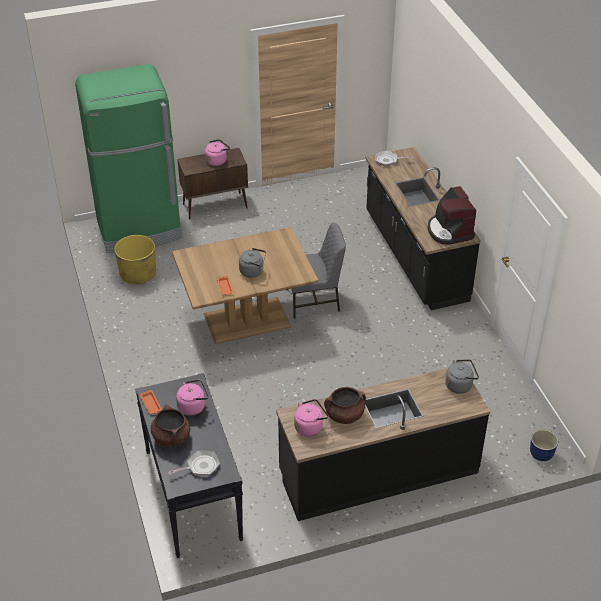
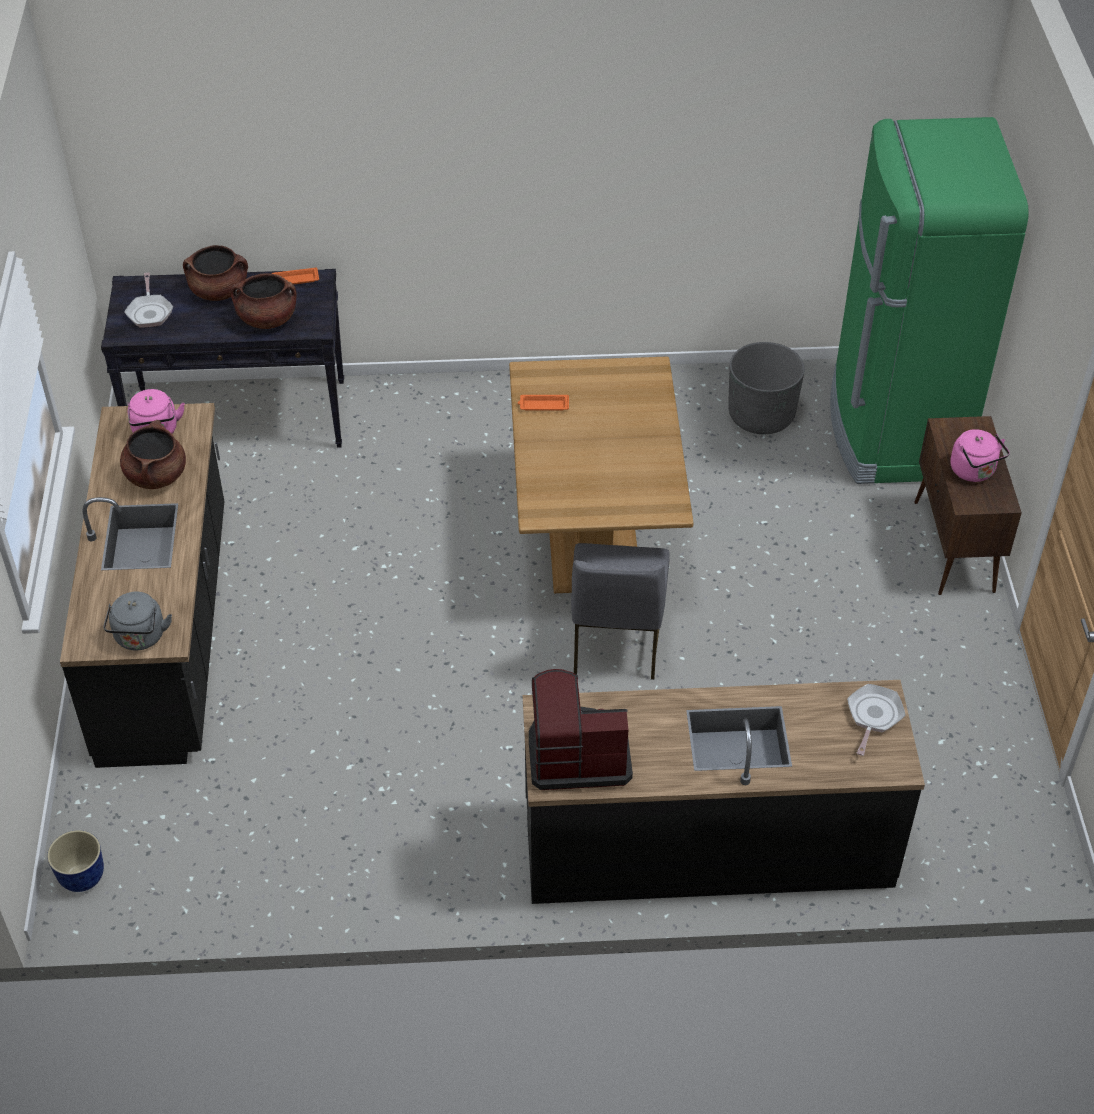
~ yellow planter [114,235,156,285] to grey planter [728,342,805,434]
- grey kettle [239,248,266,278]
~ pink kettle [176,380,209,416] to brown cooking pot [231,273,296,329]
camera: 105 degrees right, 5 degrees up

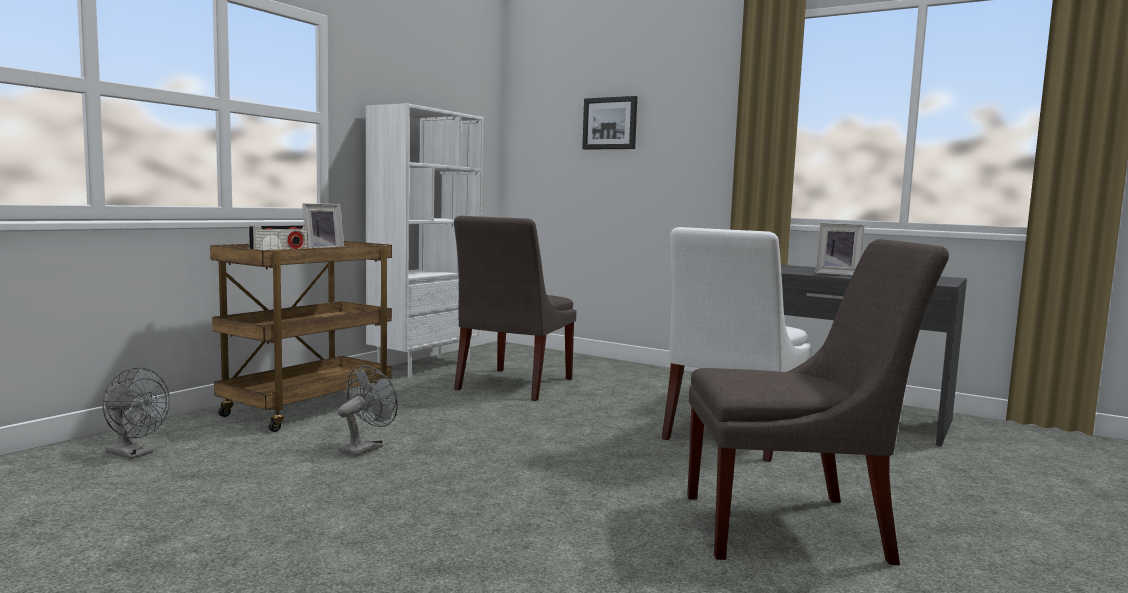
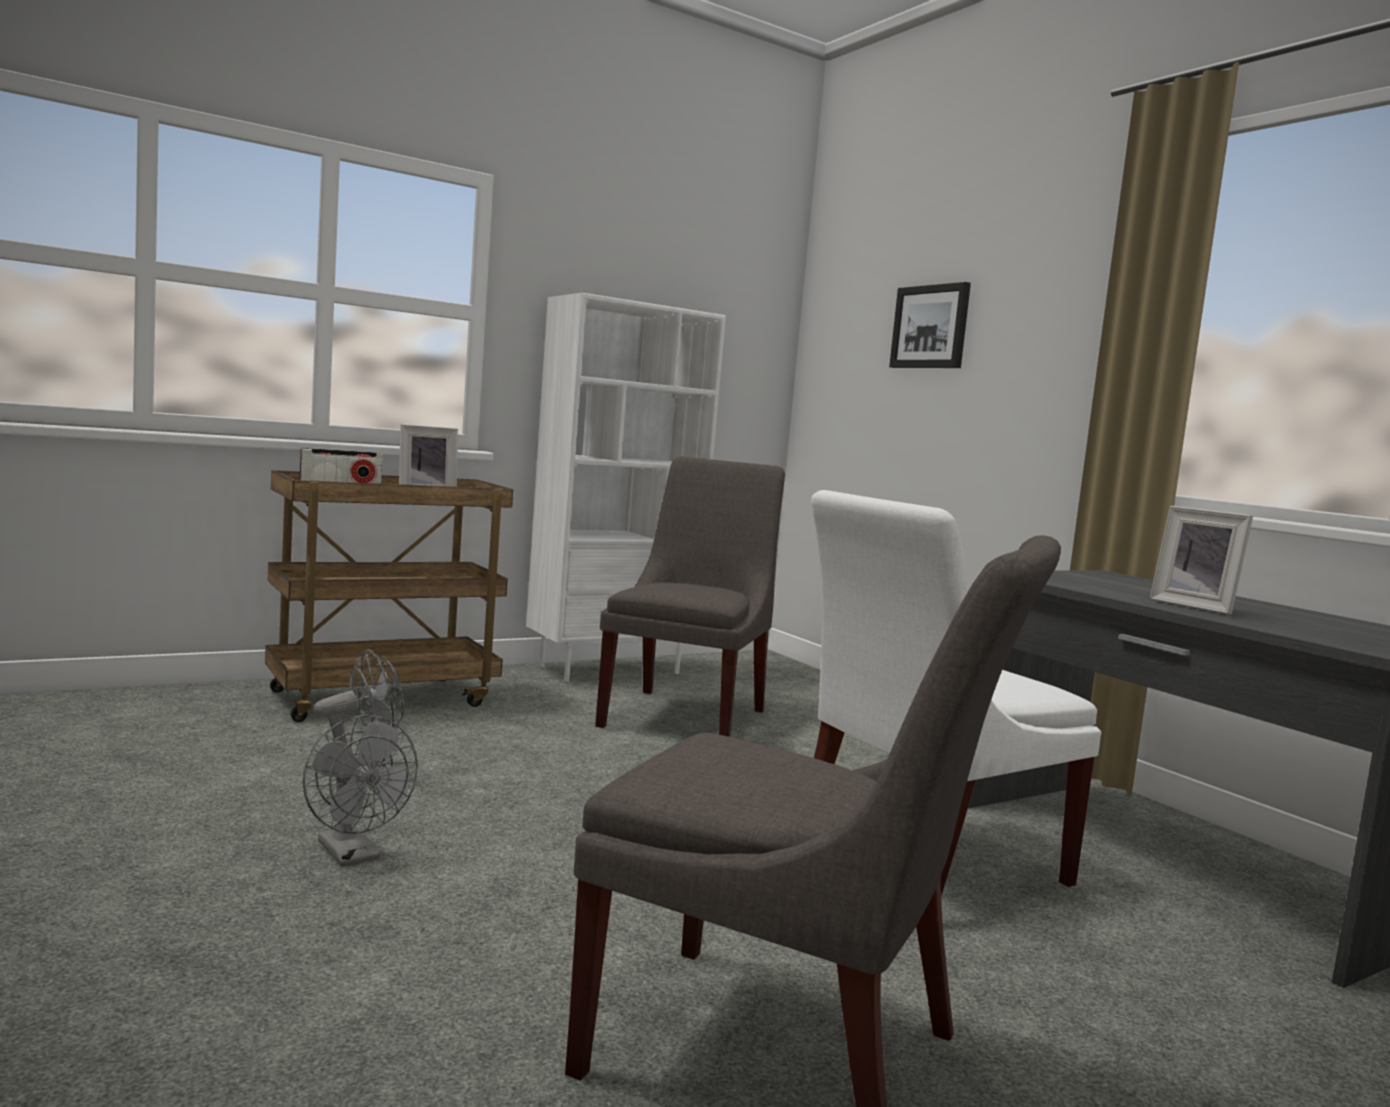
~ grey chair [454,216,576,401] = [595,457,785,737] 150 degrees clockwise
~ grey fan [102,367,170,459] to [303,715,418,867]
camera: 25 degrees right, 0 degrees up

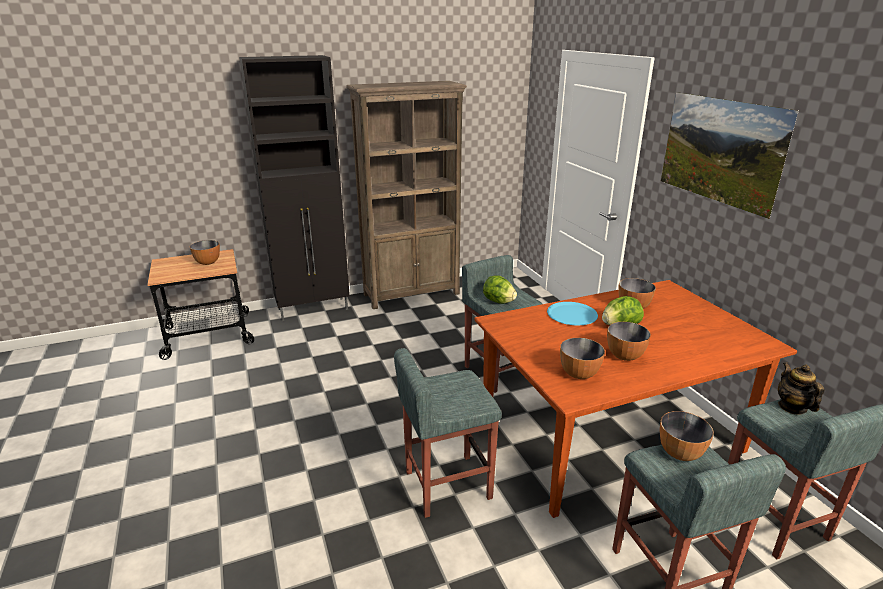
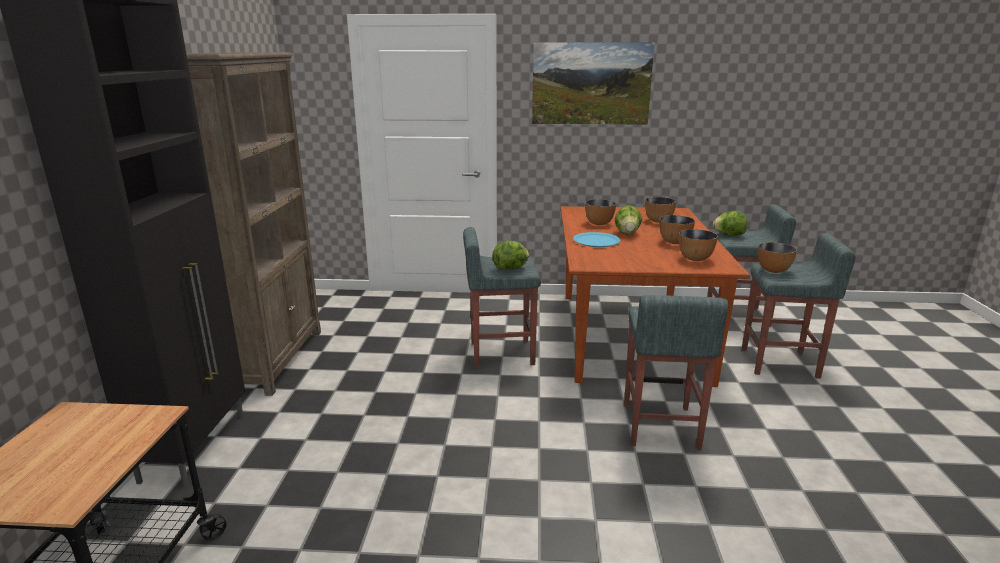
~ bowl [190,240,220,265] to [645,197,676,223]
~ teapot [778,362,824,415] to lettuce [713,211,747,235]
camera: 65 degrees left, 5 degrees down

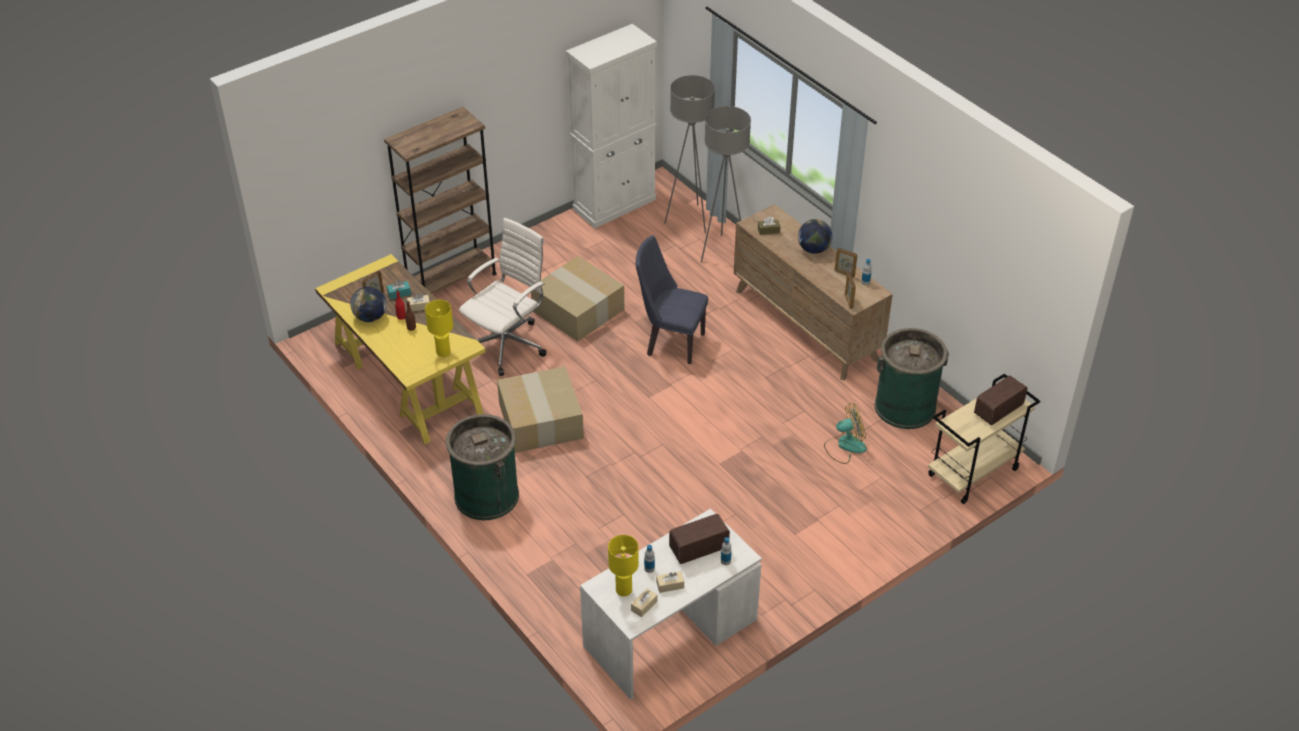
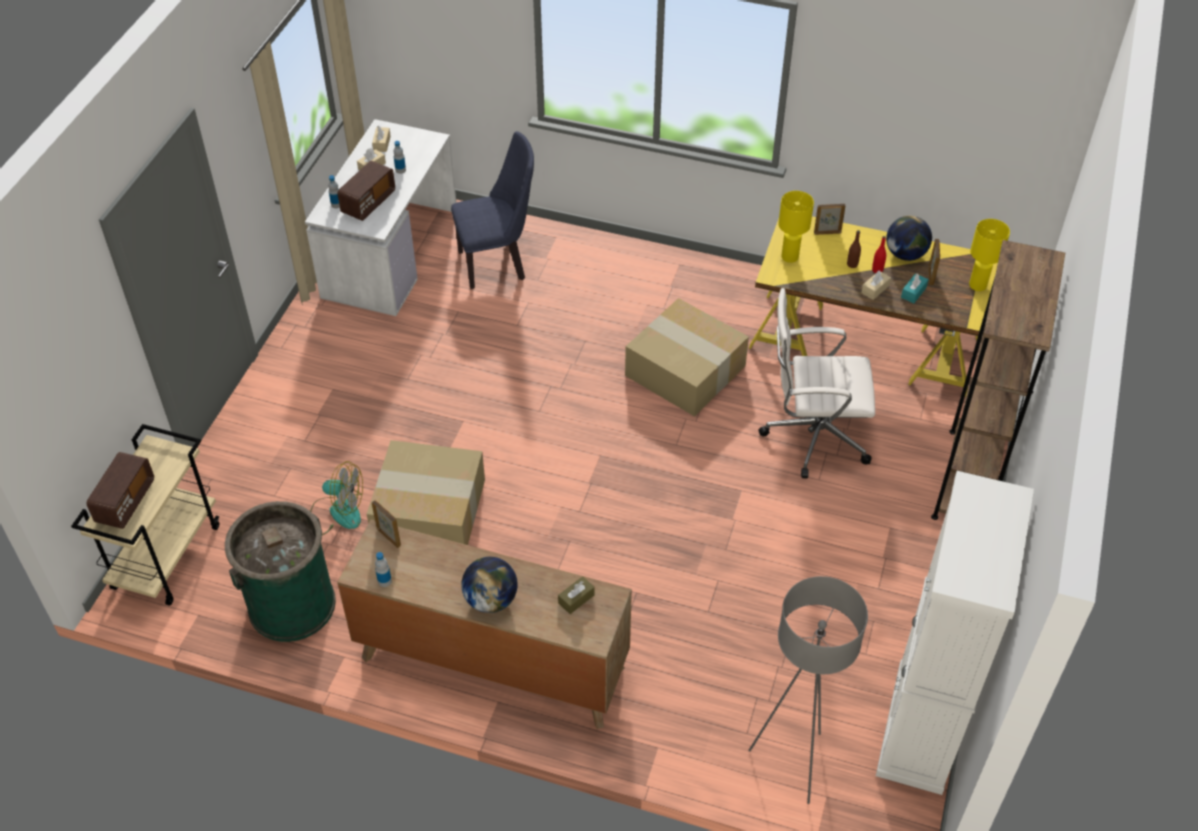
- grey floor lamp [701,106,751,262]
~ white office chair [459,218,546,376] = [758,288,875,478] 90 degrees clockwise
~ blue chair [636,235,708,365] to [451,131,534,289]
~ picture frame [835,247,858,278] to [814,204,845,235]
~ cardboard box [531,256,624,342] to [367,440,485,545]
~ fan [824,403,867,464] = [310,461,363,535] 120 degrees counterclockwise
- green trash can [446,414,519,520]
~ yellow table lamp [608,535,639,597] to [969,219,1010,291]
camera: 145 degrees right, 5 degrees up

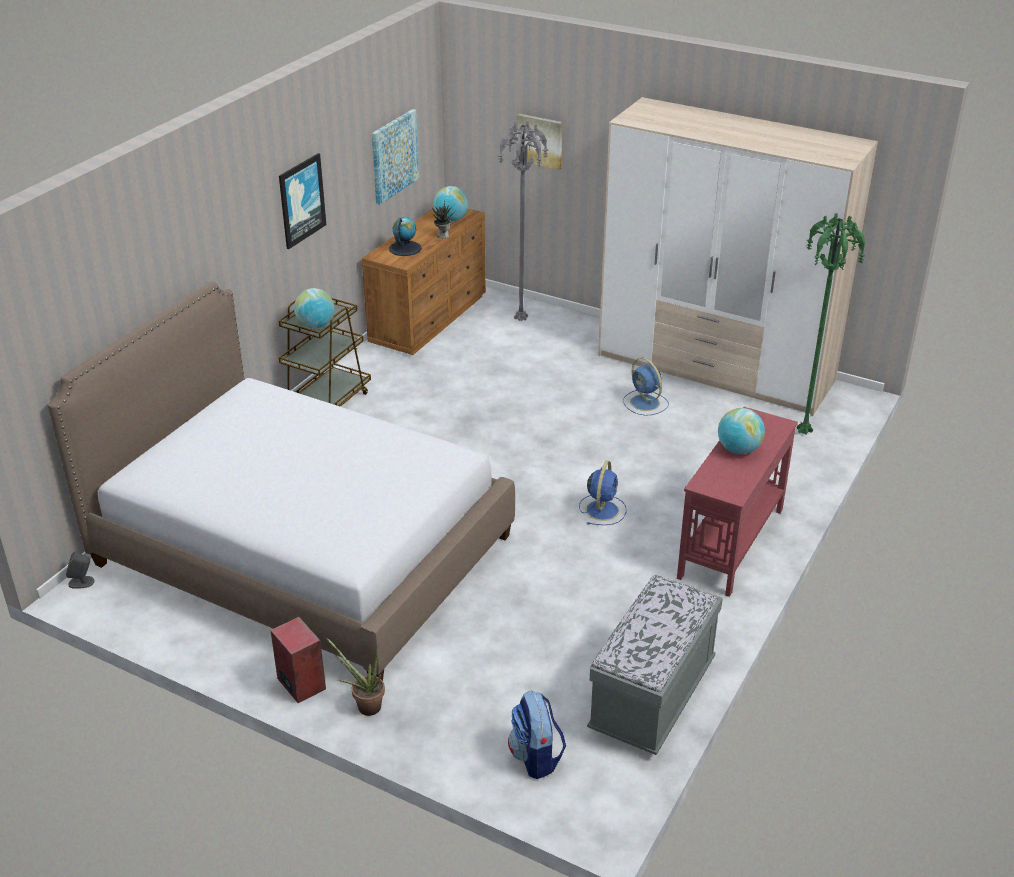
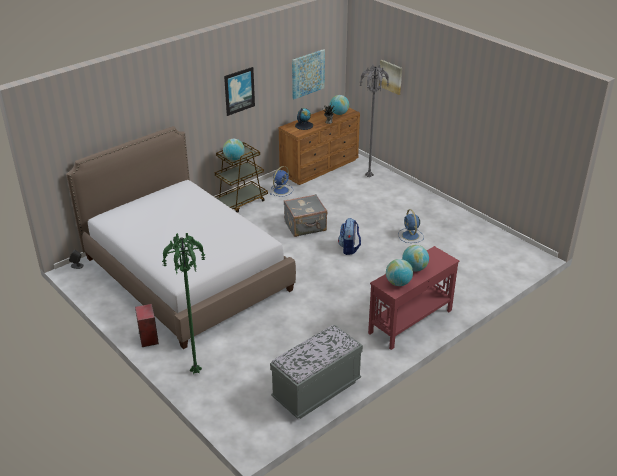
- wardrobe [598,97,878,416]
~ green floor lamp [797,213,865,434] to [162,233,206,374]
~ blue fan [579,460,627,525] to [270,166,293,197]
- potted plant [326,638,385,716]
~ backpack [508,690,566,779] to [338,218,361,255]
+ grey suitcase [284,194,327,237]
+ globe [386,259,413,286]
camera: 20 degrees right, 0 degrees up

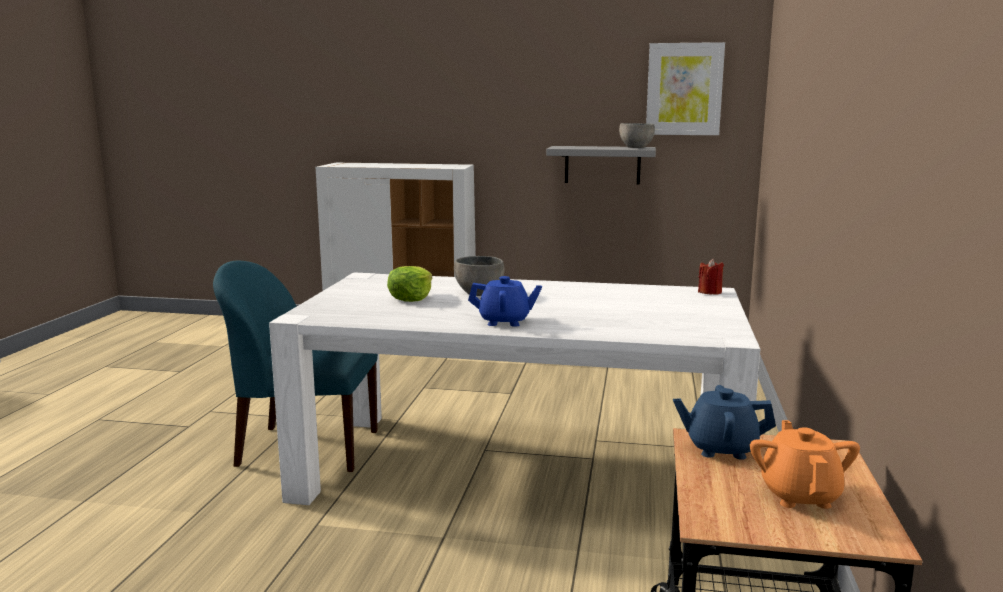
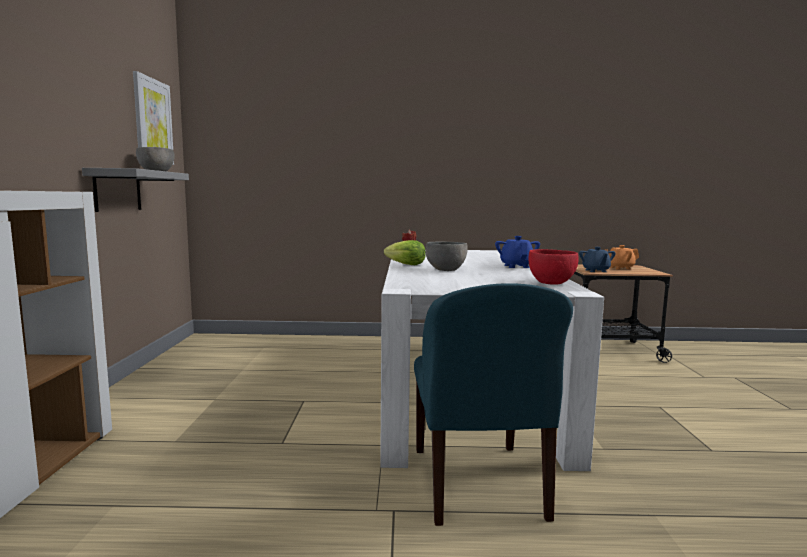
~ lettuce [387,266,432,302] to [384,240,426,265]
+ red bowl [529,249,579,284]
camera: 100 degrees left, 5 degrees down

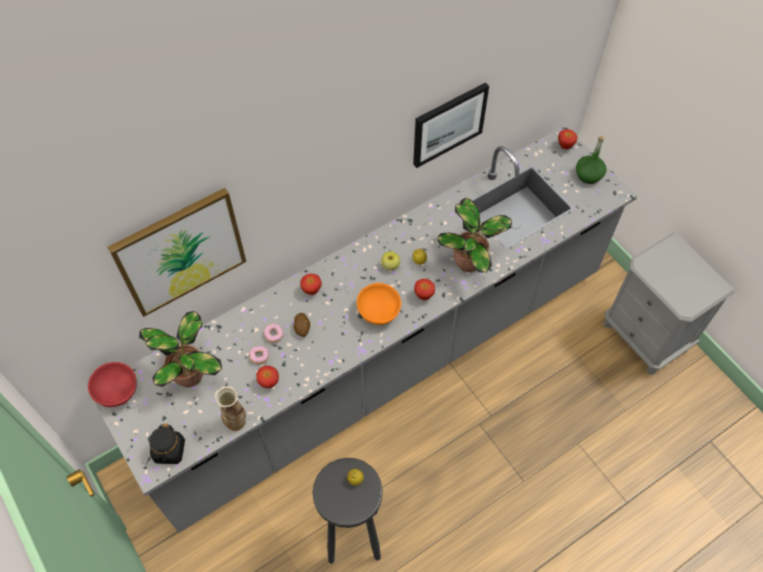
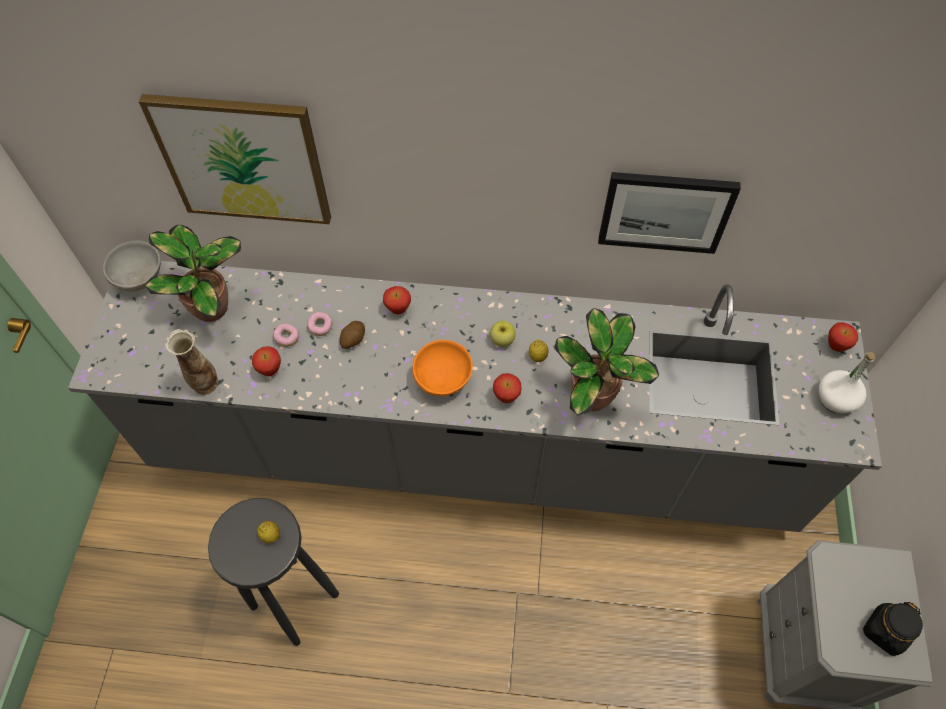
~ green bottle [576,136,606,184] to white bottle [819,352,875,414]
~ red bowl [88,362,137,407] to grey bowl [103,241,161,291]
~ black jar [149,423,185,464] to [863,602,923,656]
camera: 40 degrees right, 0 degrees up

